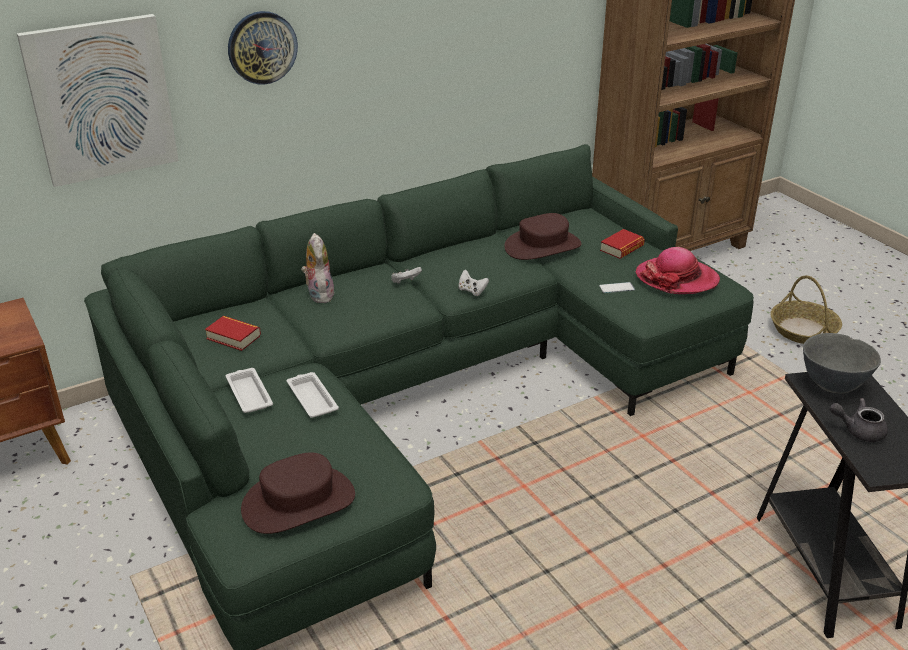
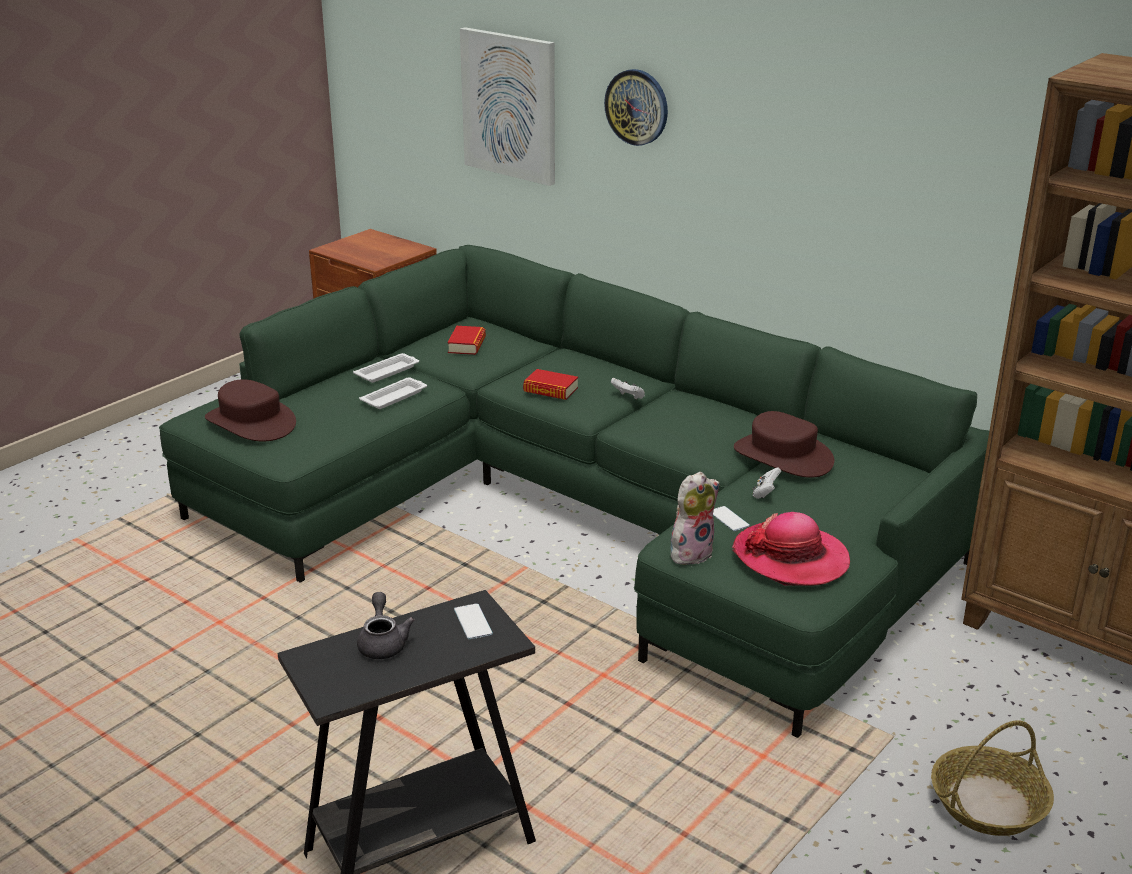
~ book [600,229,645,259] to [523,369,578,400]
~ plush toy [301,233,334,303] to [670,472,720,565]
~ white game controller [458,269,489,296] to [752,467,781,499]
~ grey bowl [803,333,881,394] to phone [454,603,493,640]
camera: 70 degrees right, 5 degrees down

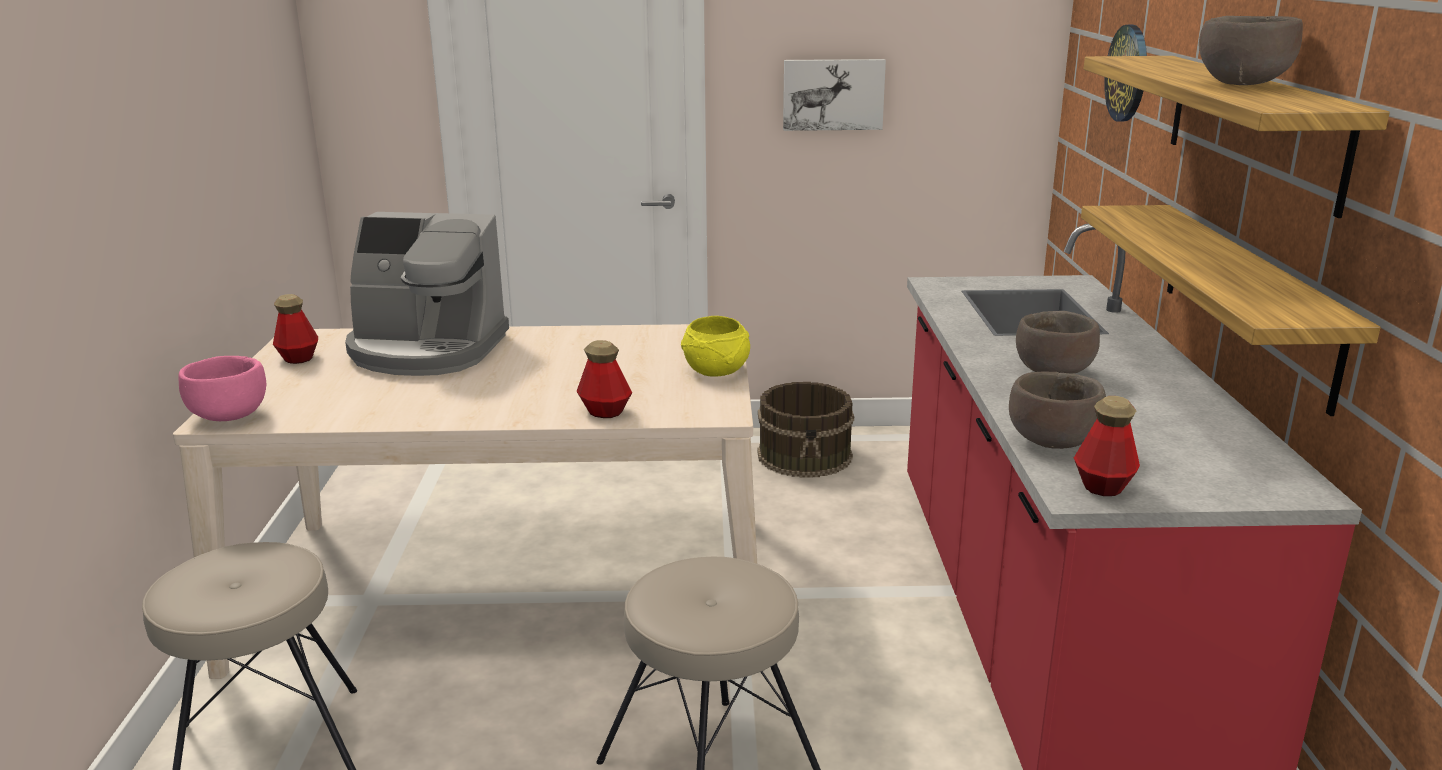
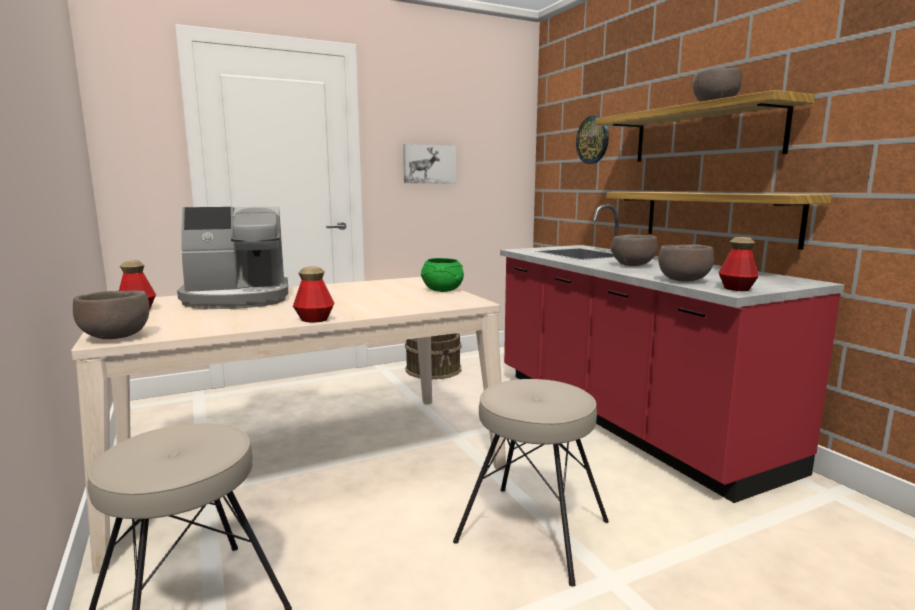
~ yellow bowl [681,316,750,377] to green bowl [421,258,464,292]
~ bottle [576,340,632,418] to [293,267,334,322]
~ pink bowl [178,356,267,421] to brown bowl [73,290,150,339]
camera: 25 degrees left, 10 degrees down

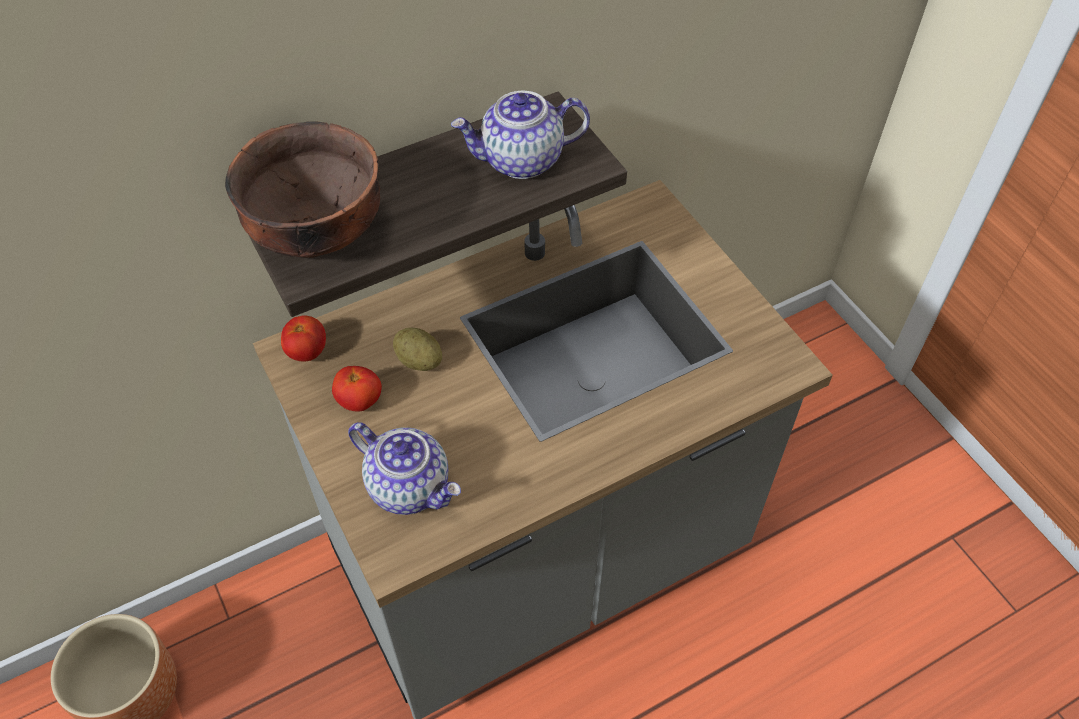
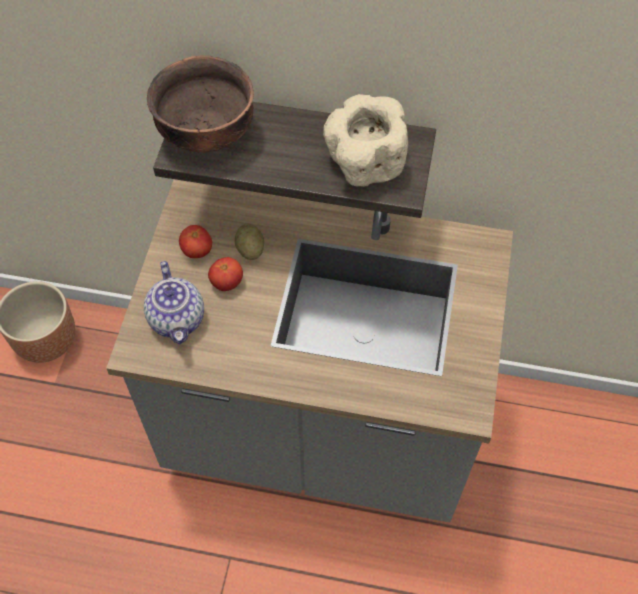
~ teapot [451,91,590,179] to beige bowl [323,94,408,187]
~ tomato [281,315,326,361] to [208,257,243,291]
camera: 40 degrees right, 5 degrees up

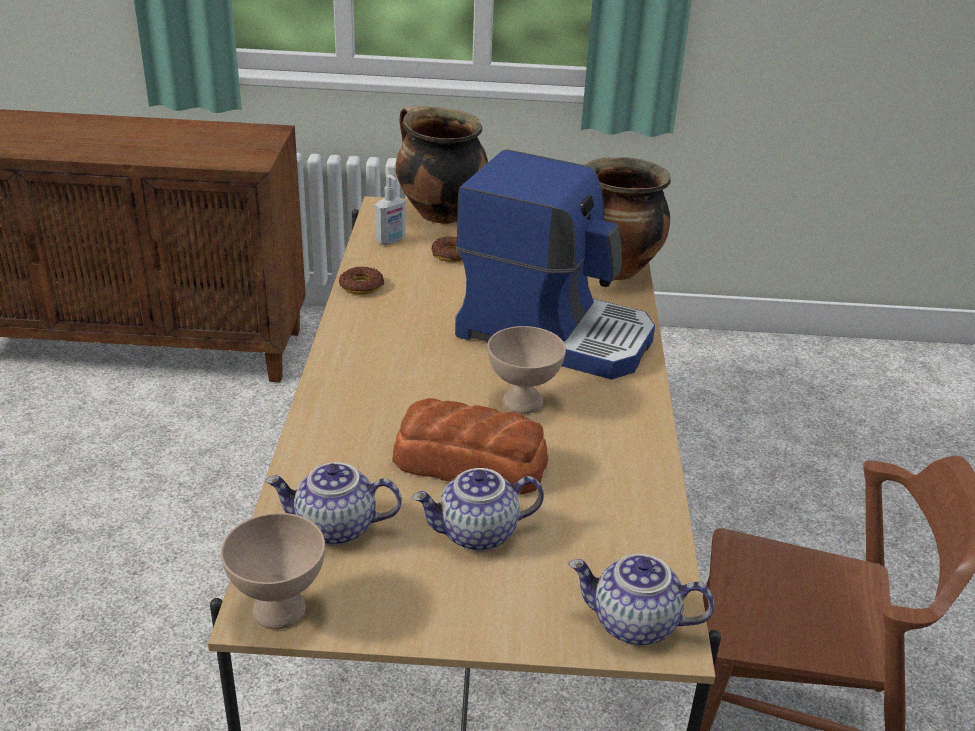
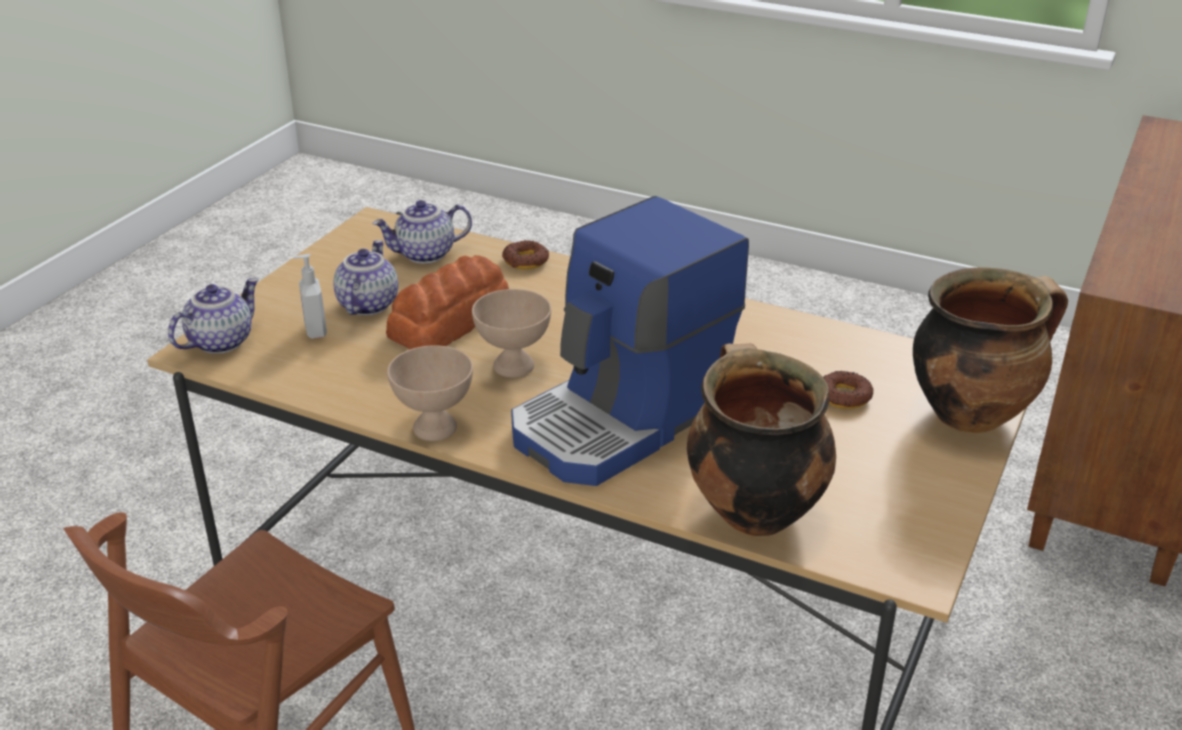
~ soap dispenser [375,174,405,245] to [293,254,327,339]
~ donut [339,267,385,295] to [502,240,549,270]
~ teapot [265,462,402,546] = [372,200,472,264] 135 degrees counterclockwise
~ beige bowl [221,513,325,629] to [387,345,473,441]
camera: 115 degrees right, 0 degrees up

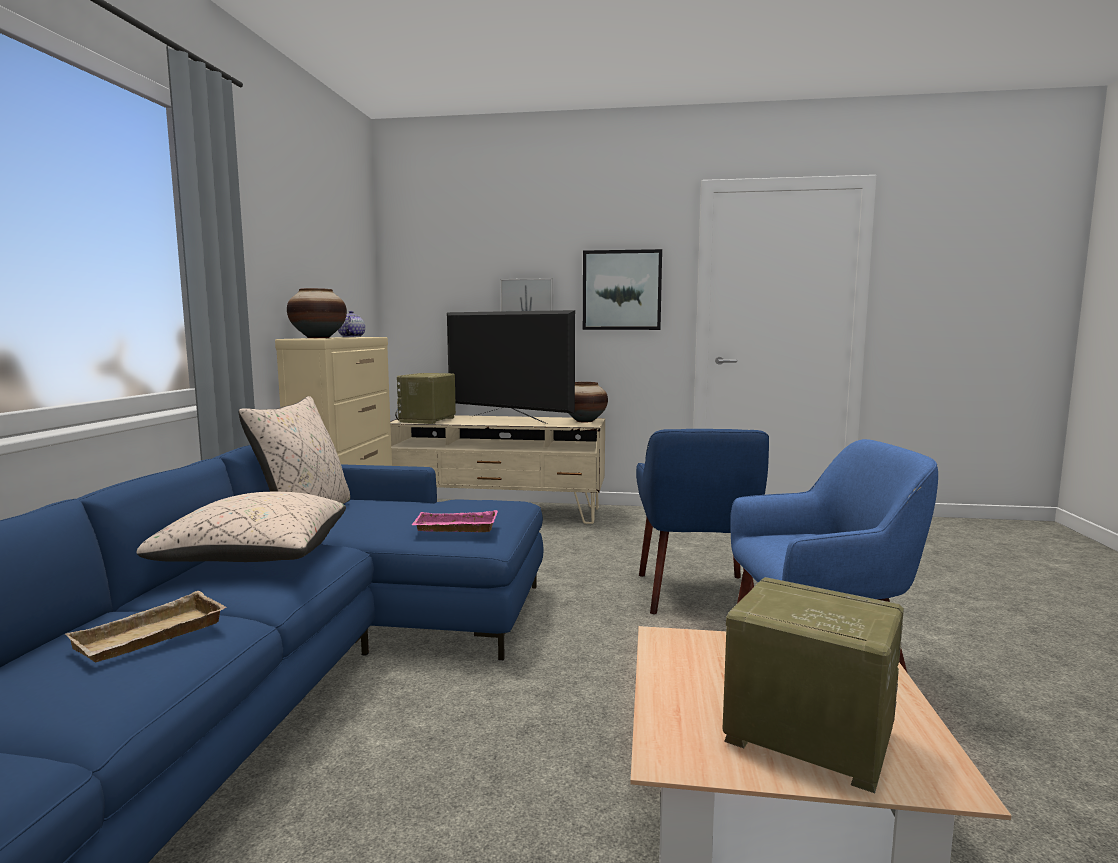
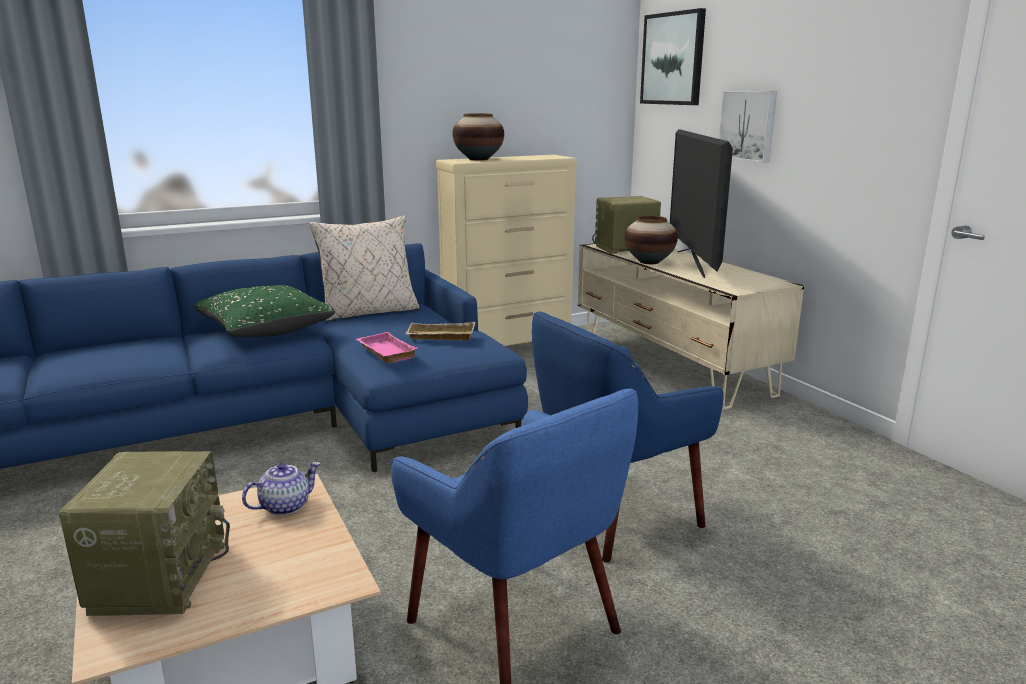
~ picture [583,249,662,330] to [640,8,706,105]
~ teapot [338,311,365,337] to [242,462,321,516]
~ vase [568,382,608,423] to [624,216,678,264]
~ beige pillow [137,492,346,562] to green pillow [193,285,335,337]
~ beige tray [65,591,227,662] to [406,322,475,341]
camera: 55 degrees right, 10 degrees up

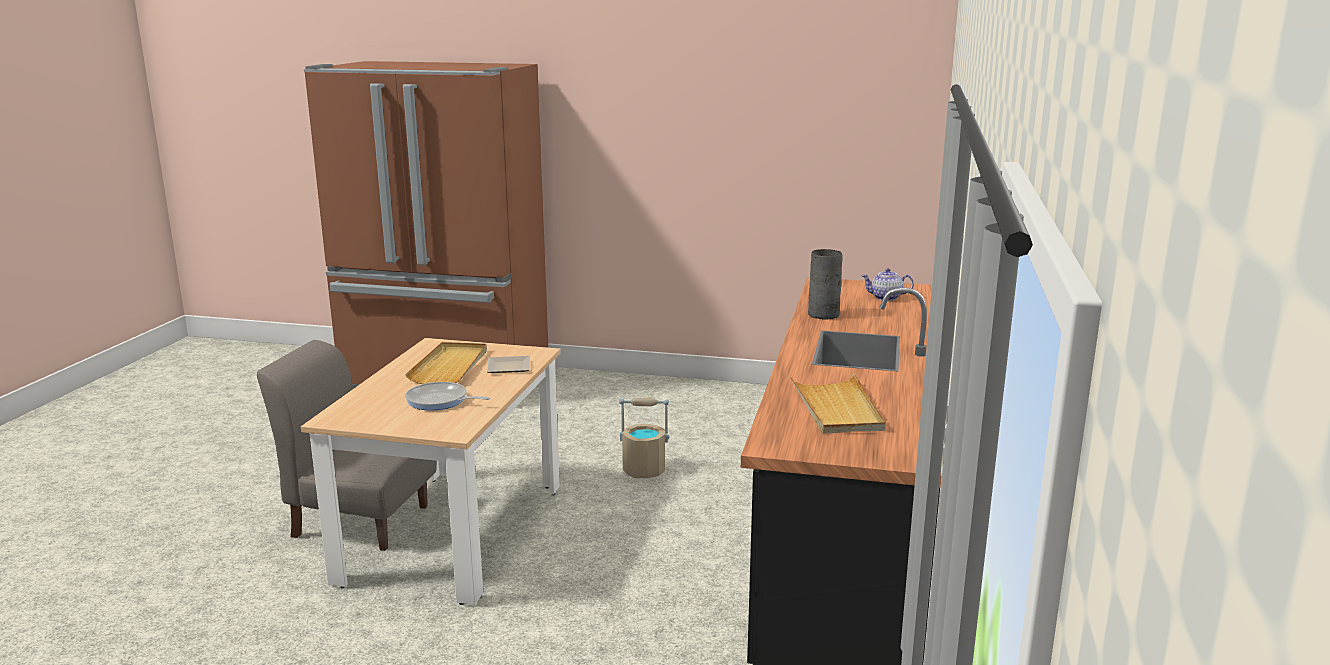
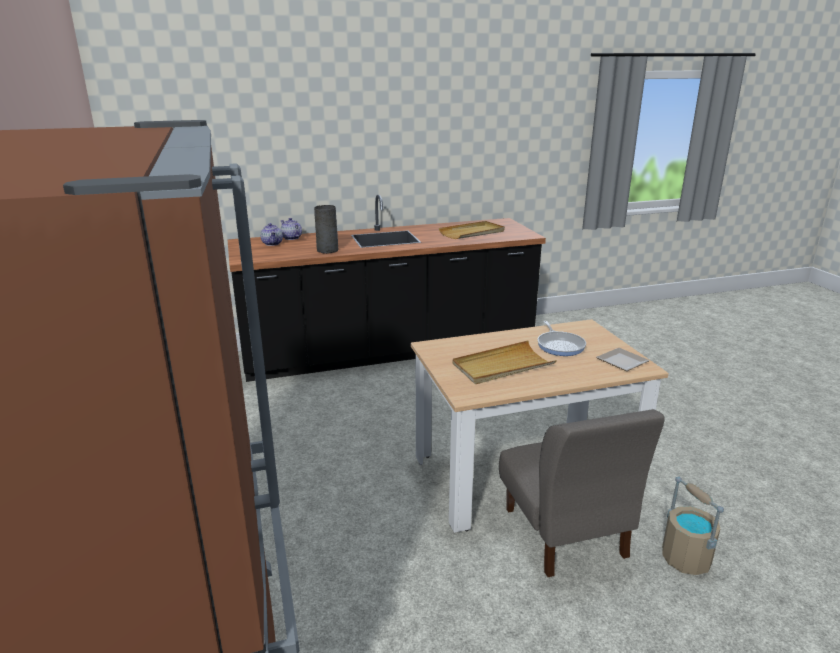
~ plate [487,356,530,373] to [596,348,650,371]
~ beige bucket [619,398,669,478] to [662,476,724,575]
+ teapot [281,218,302,240]
camera: 120 degrees left, 5 degrees up

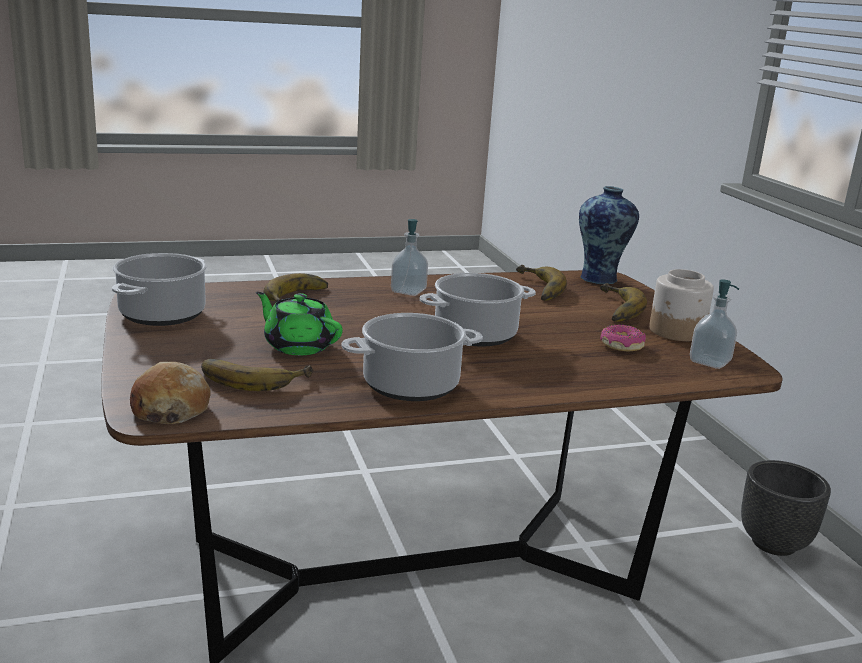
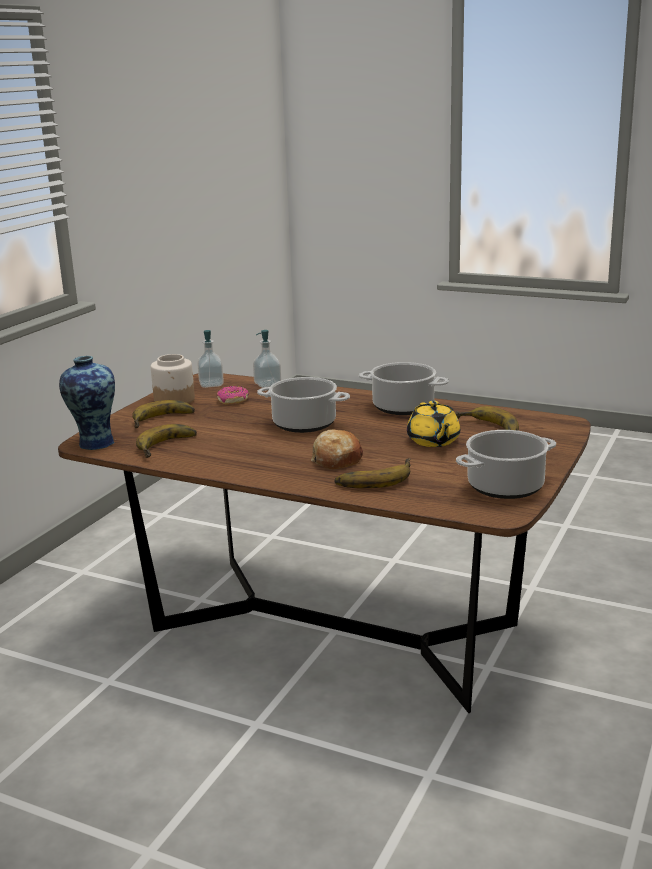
~ soap dispenser [391,219,428,296] to [253,330,281,388]
~ green teapot [256,292,343,355] to yellow teapot [407,401,460,447]
~ bread [130,362,210,424] to [311,430,363,469]
- black planter [741,460,831,556]
camera: 135 degrees left, 0 degrees up

